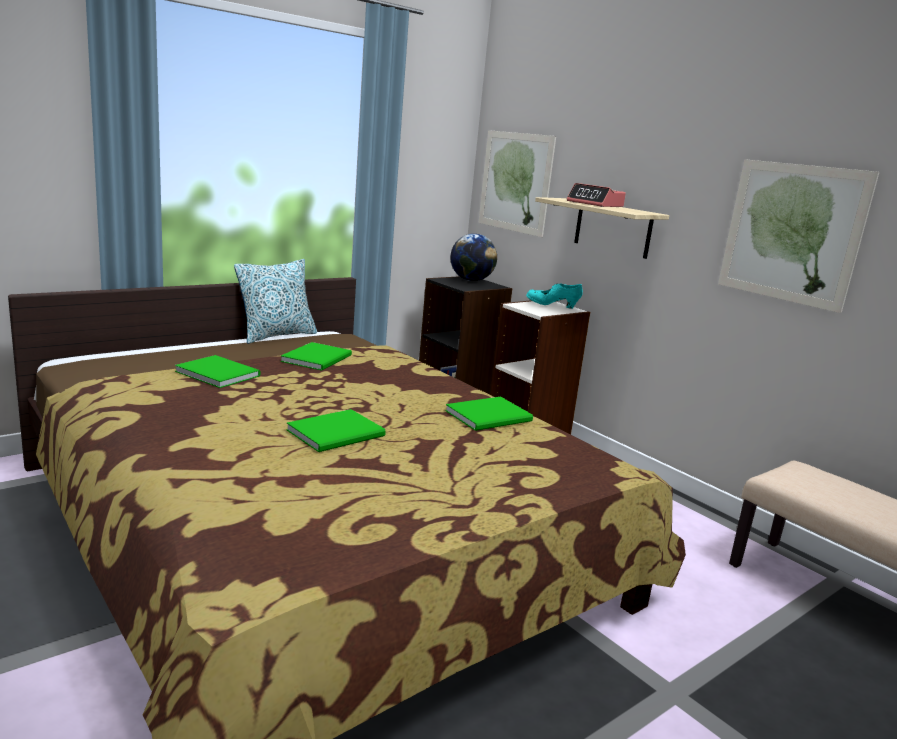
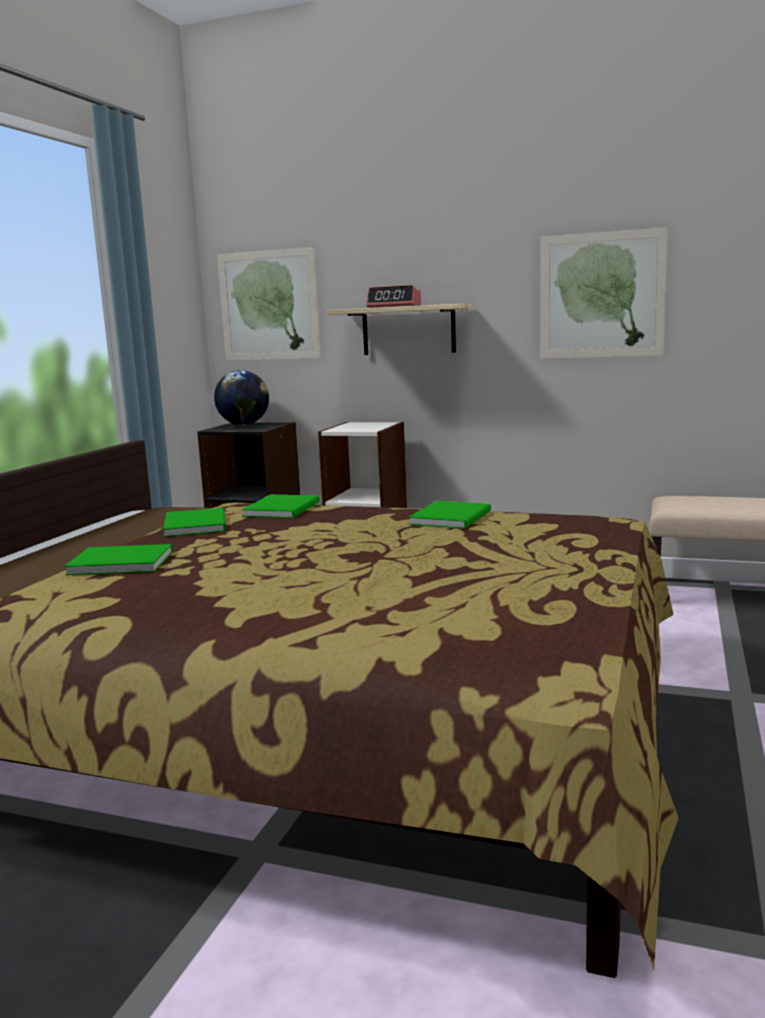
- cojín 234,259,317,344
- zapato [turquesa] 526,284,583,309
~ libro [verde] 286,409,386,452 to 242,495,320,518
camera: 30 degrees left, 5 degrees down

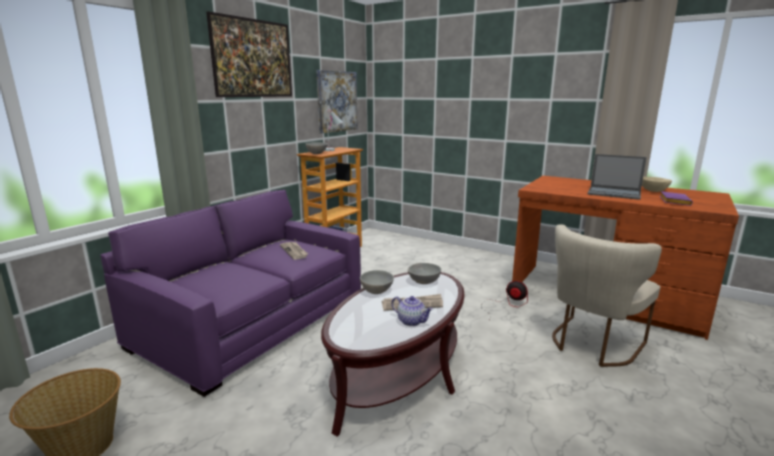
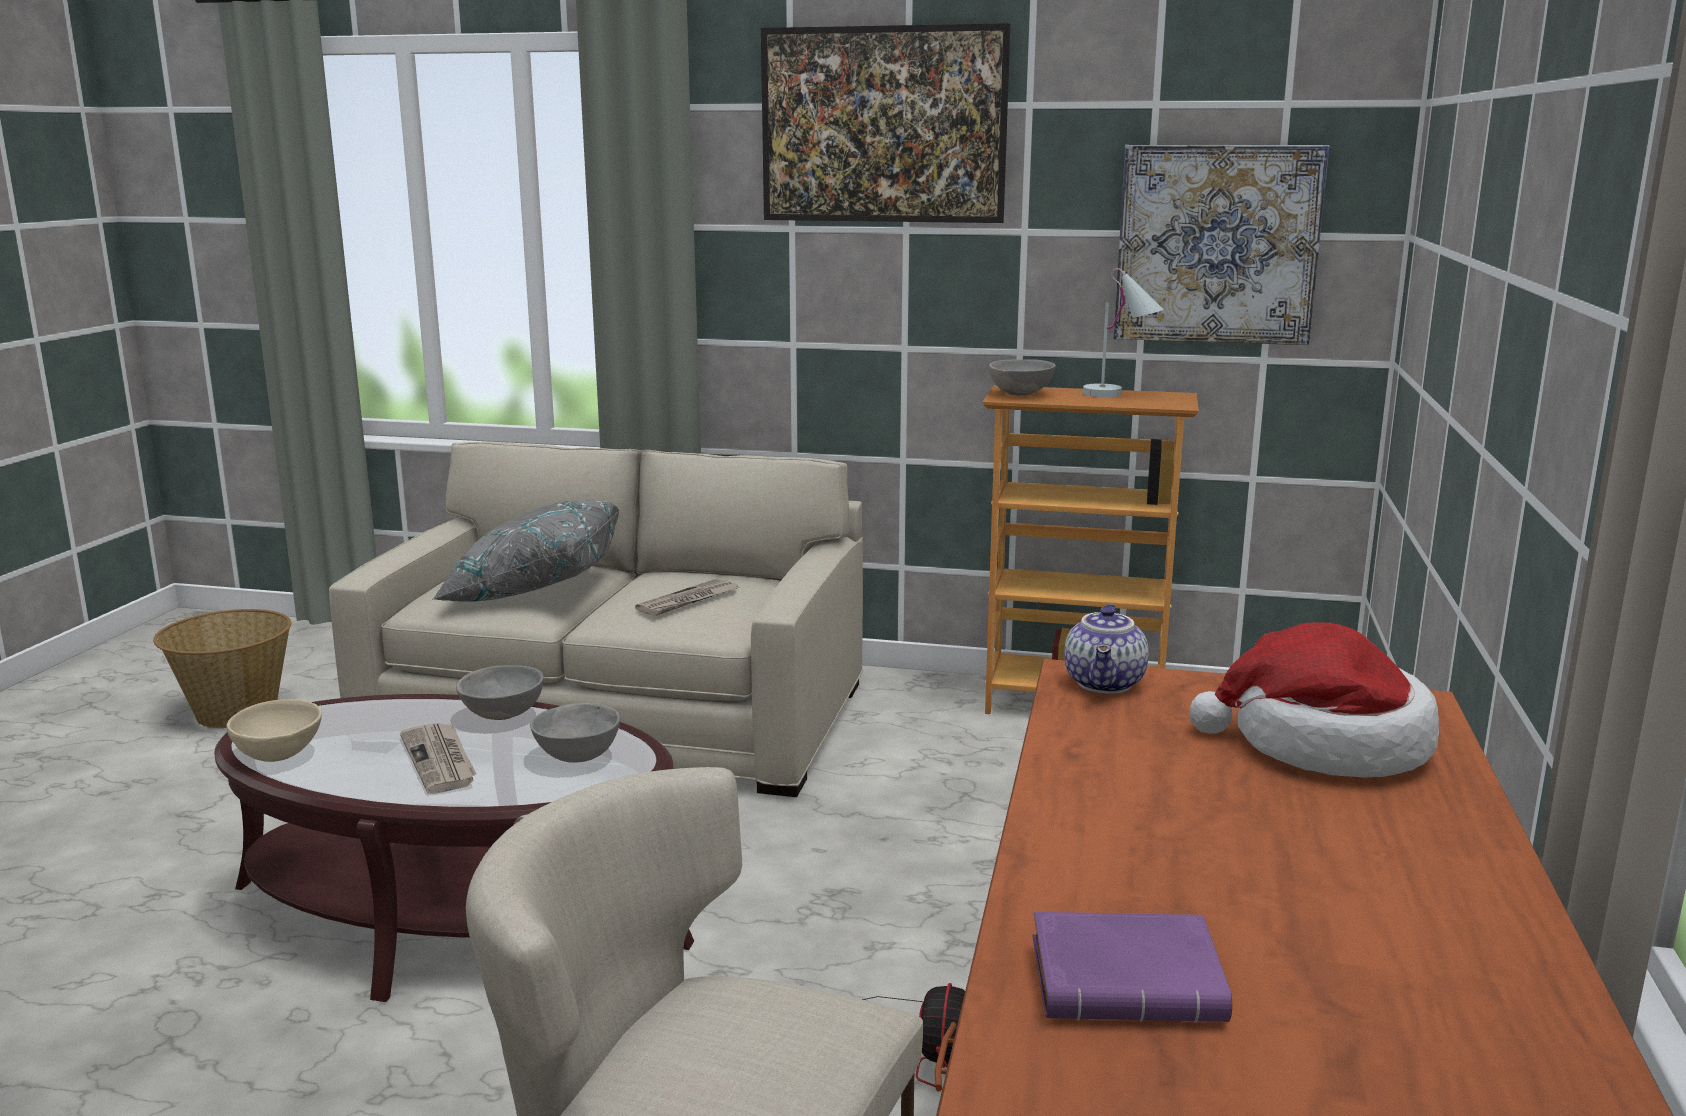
- portátil 587,154,647,200
~ cuenco [beis] 642,177,672,192 to 226,699,322,762
~ sofá [morado] 100,190,361,397 to sofá [beis] 329,441,864,797
~ tetera 391,296,433,326 to 1064,604,1149,694
+ cojín [gris] 432,500,620,602
+ sombrero 1189,622,1439,778
camera: 70 degrees right, 0 degrees up

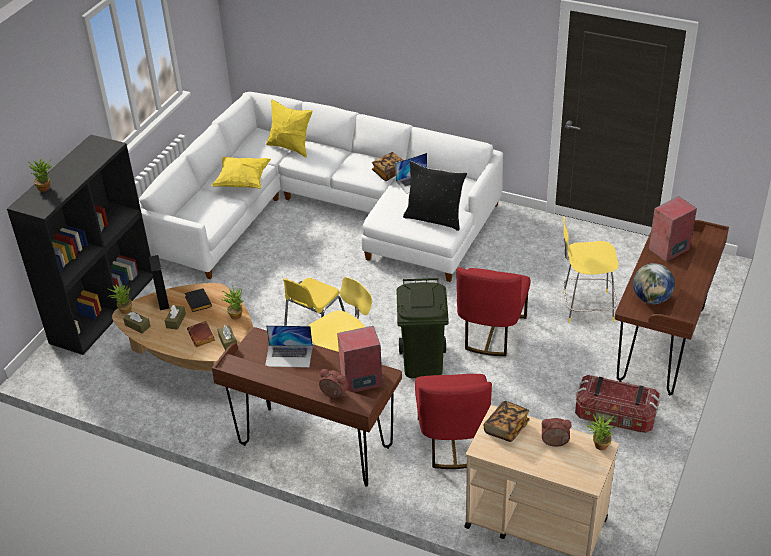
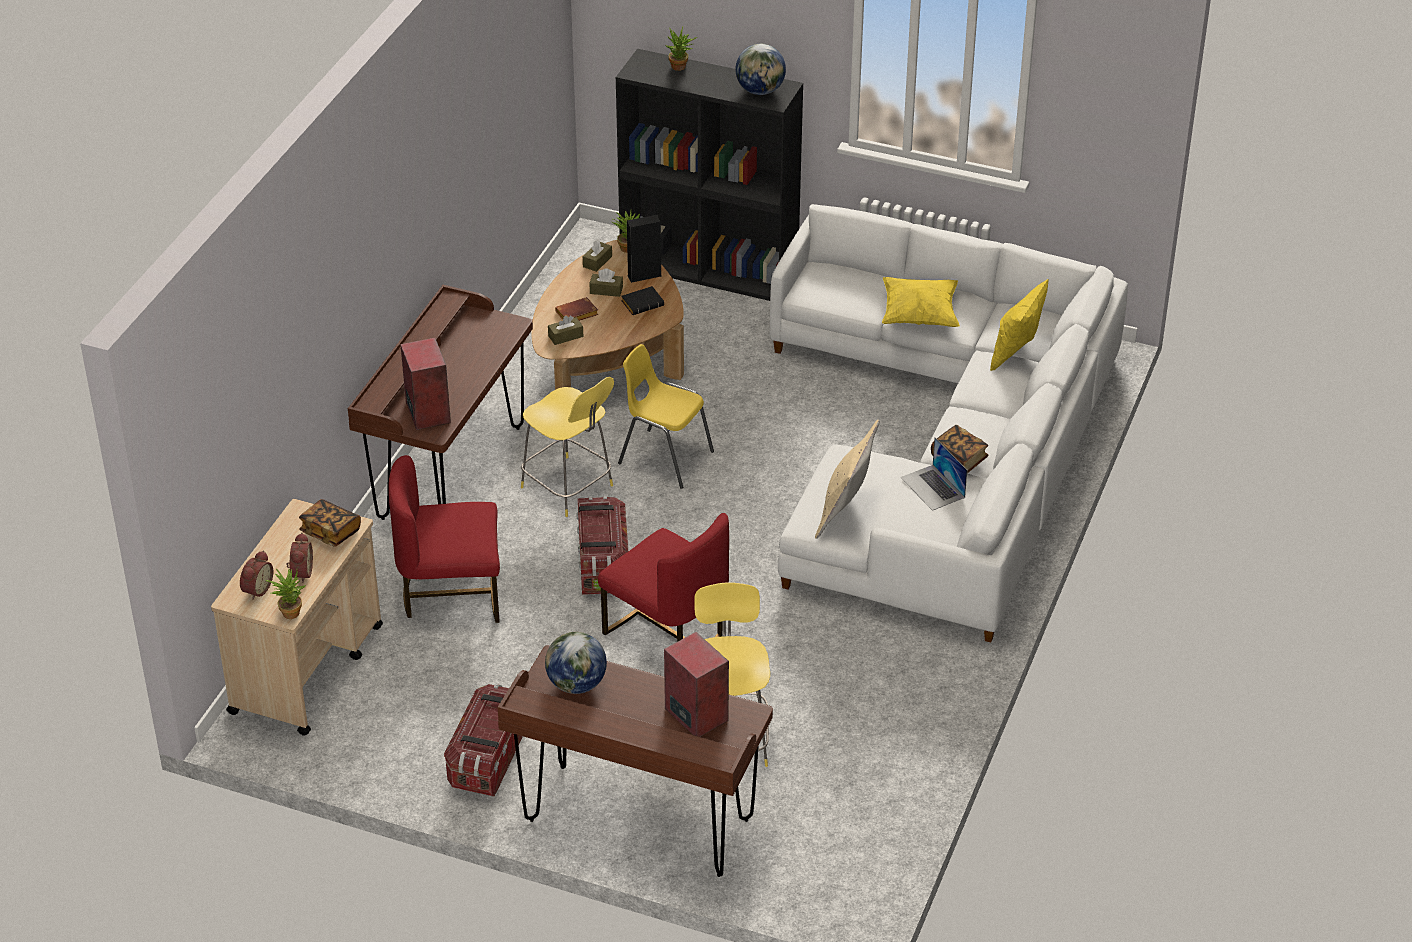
~ cojín [negro] 403,161,467,231 to cojín [beis] 815,420,880,539
~ silla [rojo] 457,267,530,356 = 598,513,729,642 150 degrees counterclockwise
~ papelera [verde] 397,278,449,378 to caja de almacenaje 576,496,628,595
- planta en maceta 221,288,244,320
- portátil 265,325,313,368
~ despertador 319,369,349,399 to 240,550,273,600
+ globo terráqueo 735,44,786,95
camera: 85 degrees right, 0 degrees up

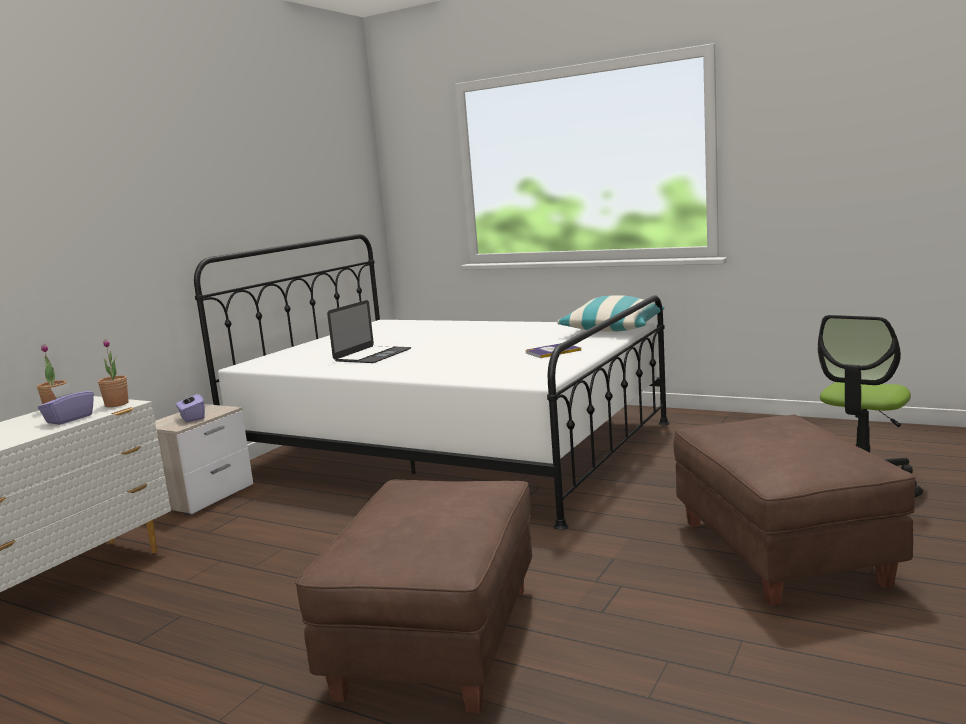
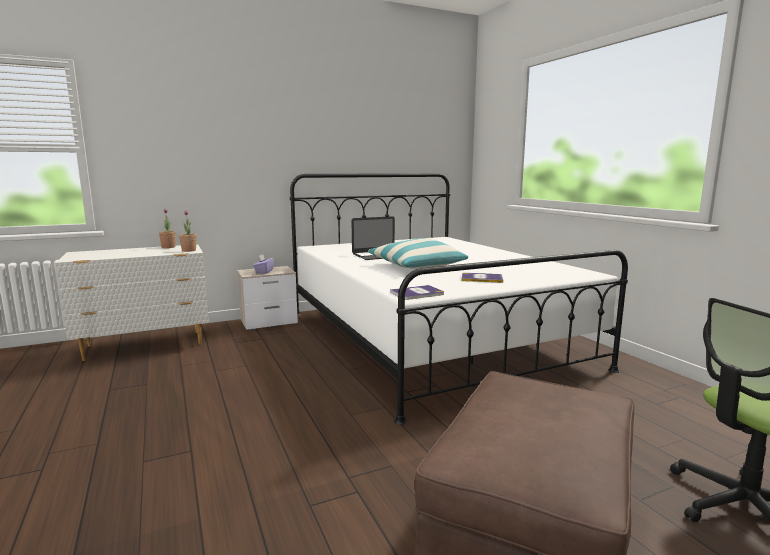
~ cojín 557,295,664,332 to 368,238,468,268
- caja de pañuelos [morado] 38,383,94,425
- puf [marrón] 295,479,532,713
+ libro 390,285,444,300
camera: 35 degrees right, 0 degrees up

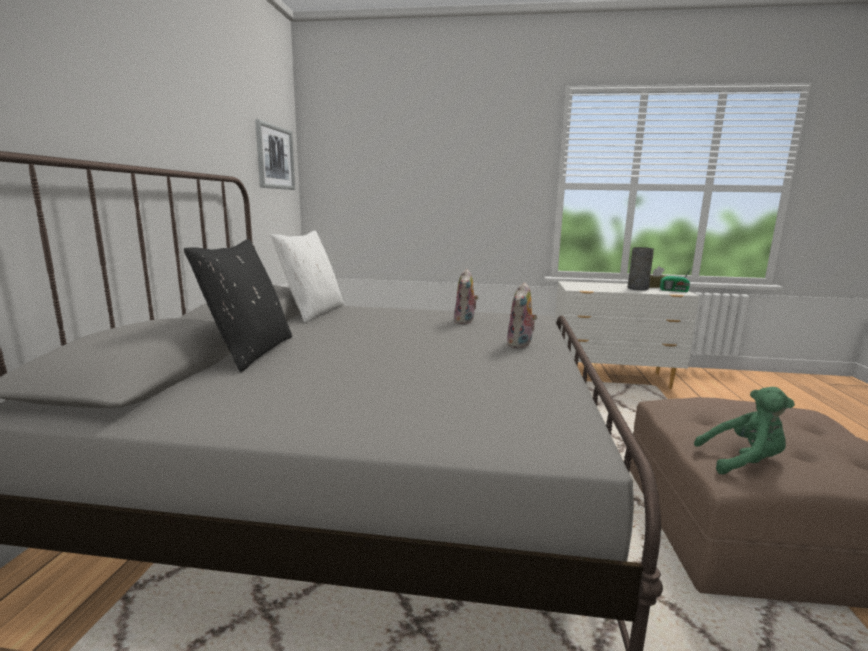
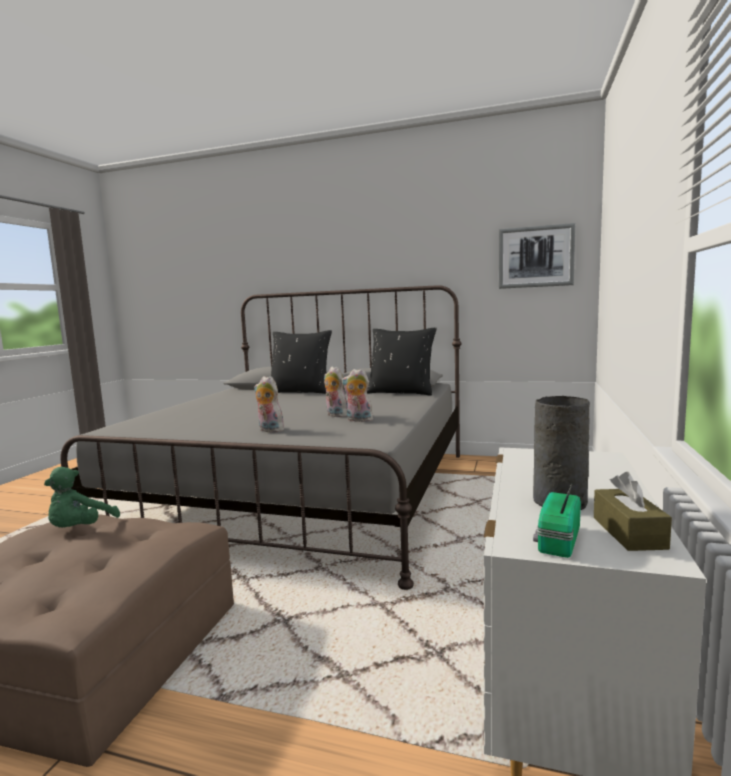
~ cojín [blanco] 271,231,344,323 to cojín [negro] 367,328,436,396
+ peluche 324,367,347,417
camera: 100 degrees right, 5 degrees down

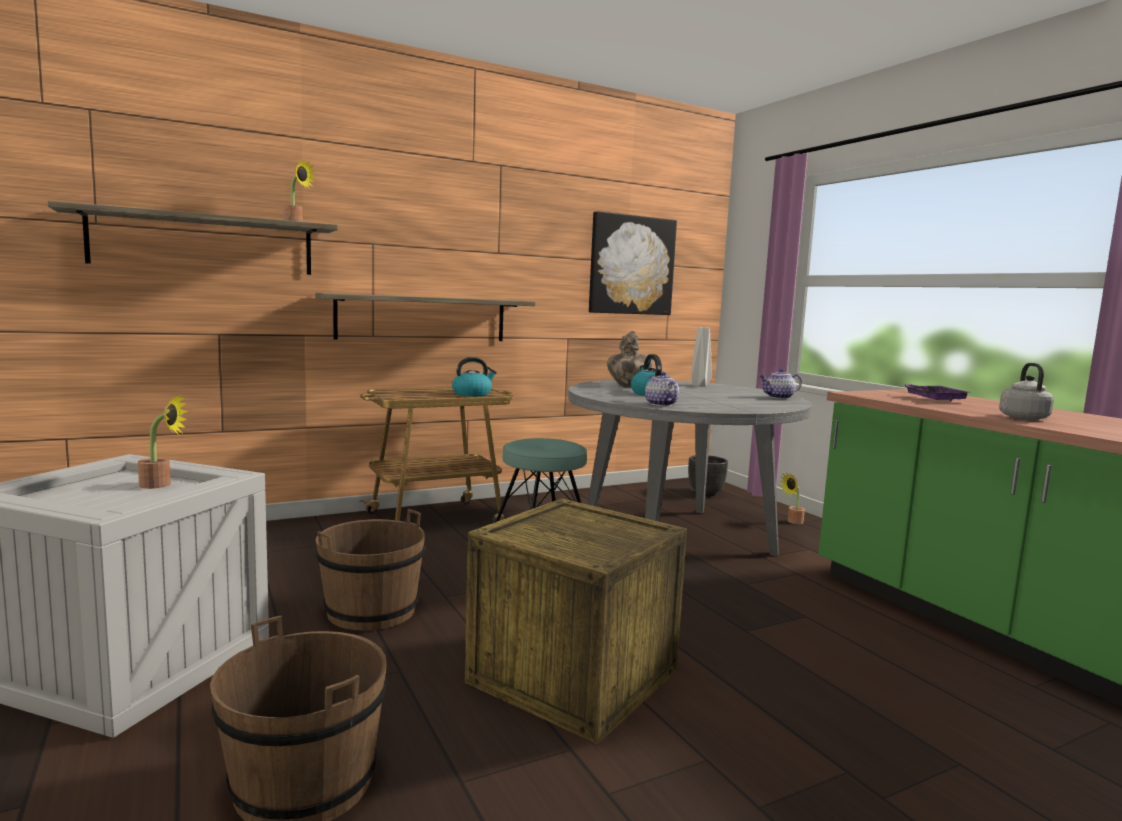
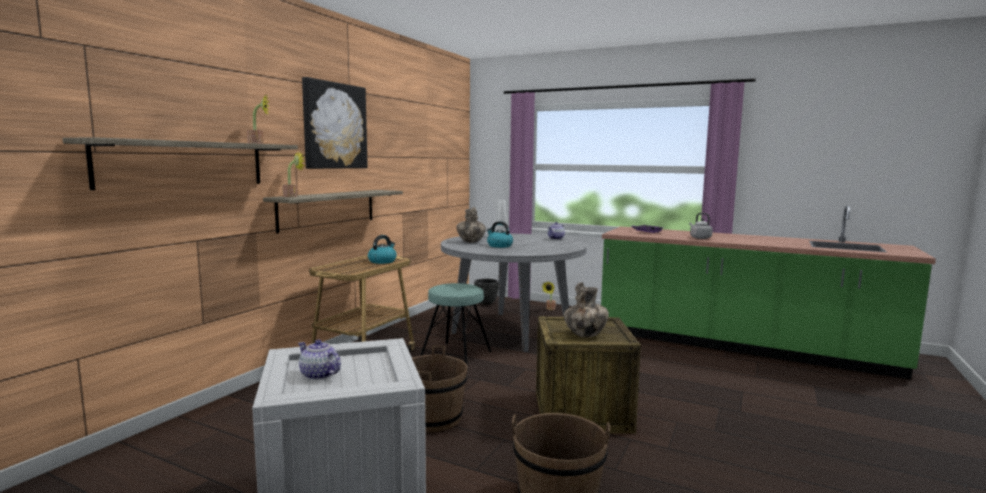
~ cuadro 589,211,677,315 to 302,77,368,169
~ tetera 645,372,679,406 to 298,340,341,380
~ planta en maceta 138,395,188,489 to 282,150,304,197
+ florero 564,282,609,338
camera: 35 degrees left, 0 degrees up

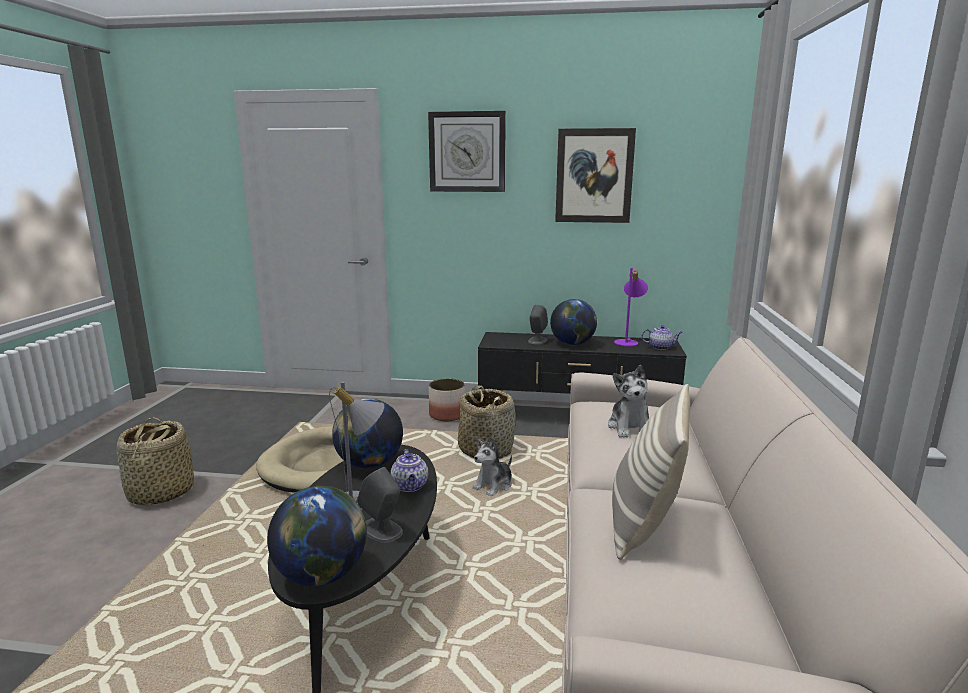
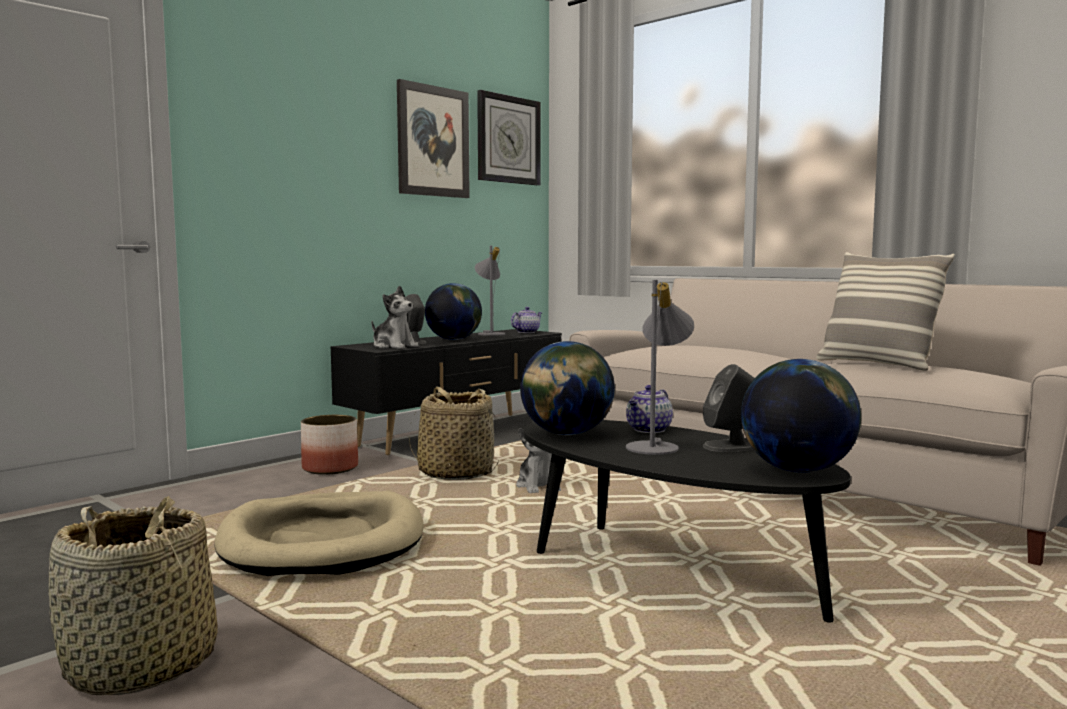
~ reloj de pared 428,111,506,192 to 477,90,541,185
~ lámpara de mesa [morado] 614,268,648,346 to lámpara de mesa [gris] 475,246,505,336
~ peluche 608,365,649,438 to 372,286,419,349
~ tetera 391,449,428,492 = 626,385,673,433 105 degrees clockwise
camera: 55 degrees left, 10 degrees down

